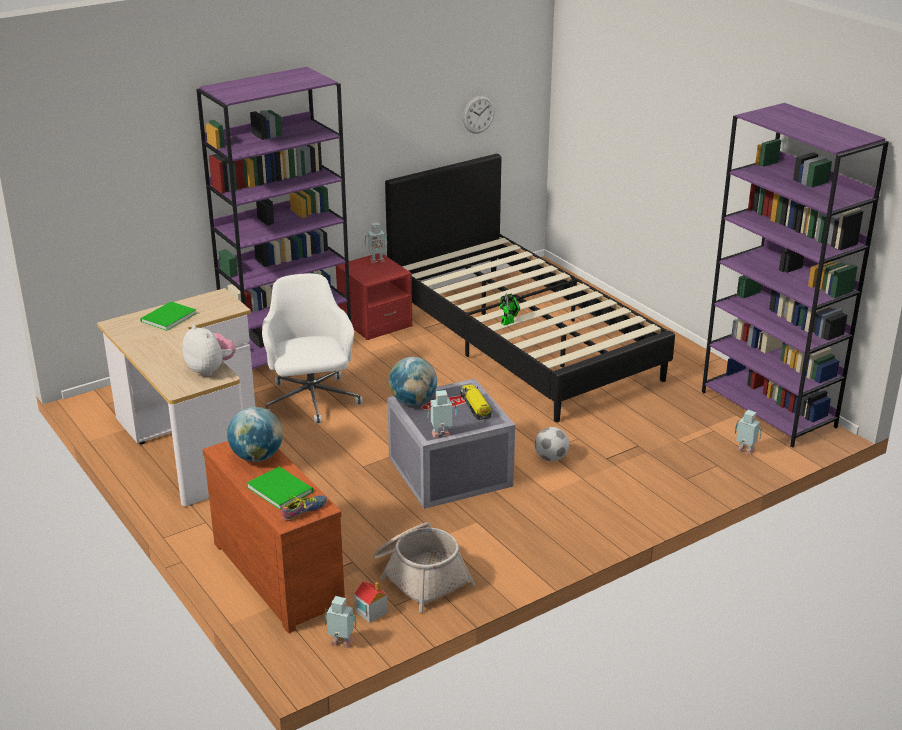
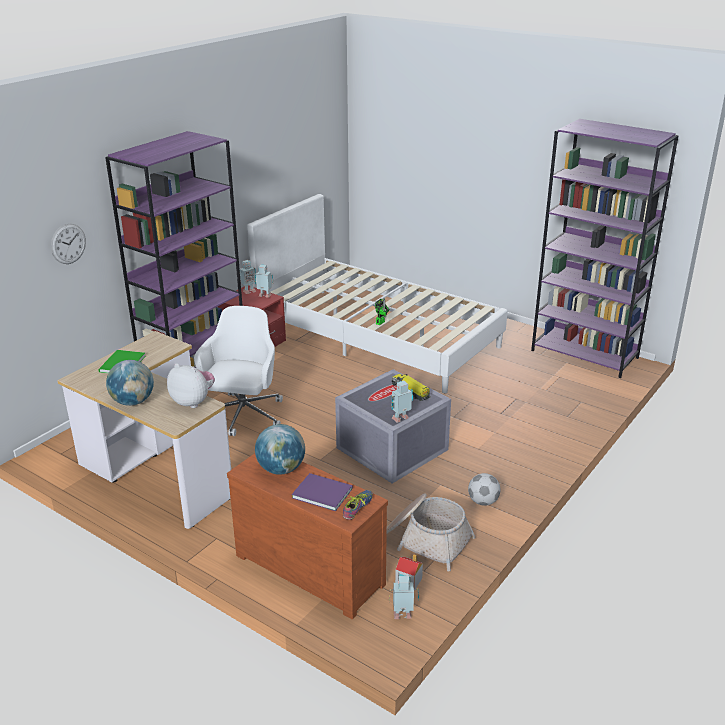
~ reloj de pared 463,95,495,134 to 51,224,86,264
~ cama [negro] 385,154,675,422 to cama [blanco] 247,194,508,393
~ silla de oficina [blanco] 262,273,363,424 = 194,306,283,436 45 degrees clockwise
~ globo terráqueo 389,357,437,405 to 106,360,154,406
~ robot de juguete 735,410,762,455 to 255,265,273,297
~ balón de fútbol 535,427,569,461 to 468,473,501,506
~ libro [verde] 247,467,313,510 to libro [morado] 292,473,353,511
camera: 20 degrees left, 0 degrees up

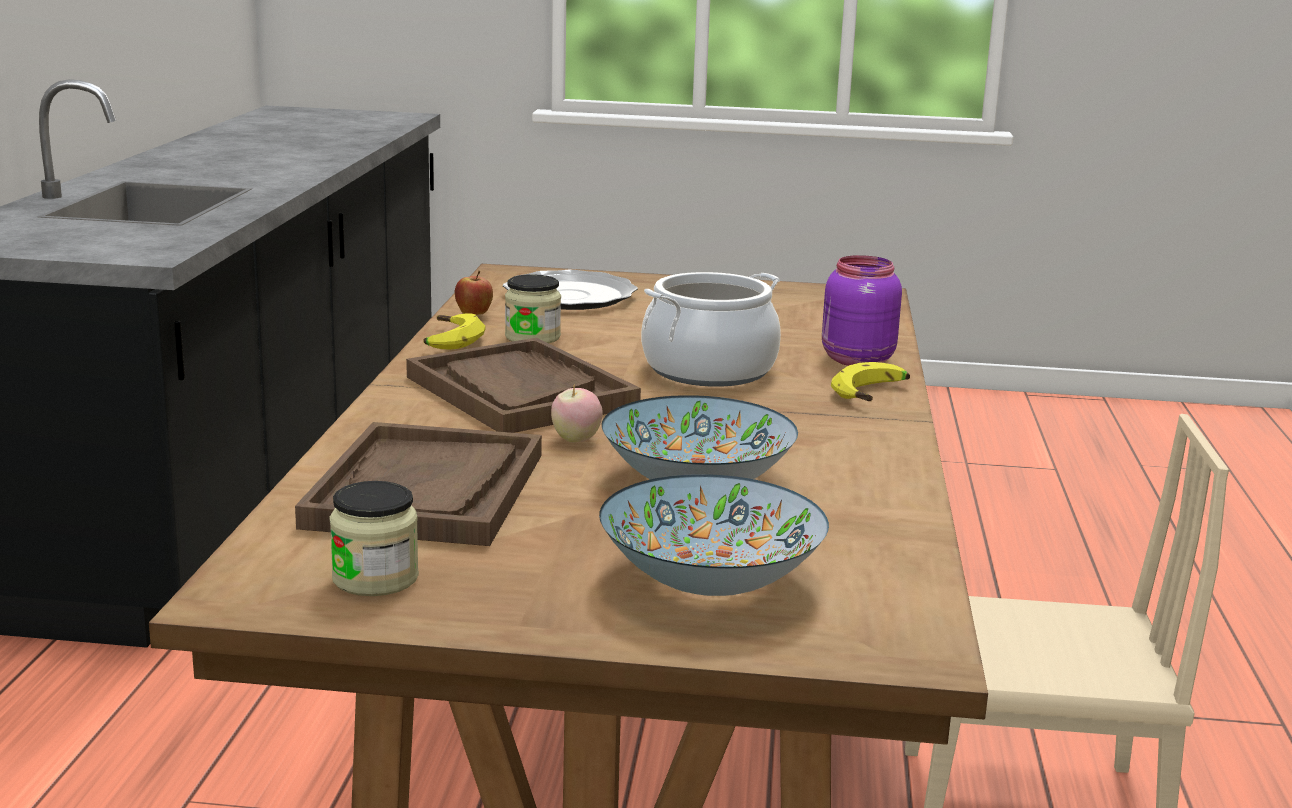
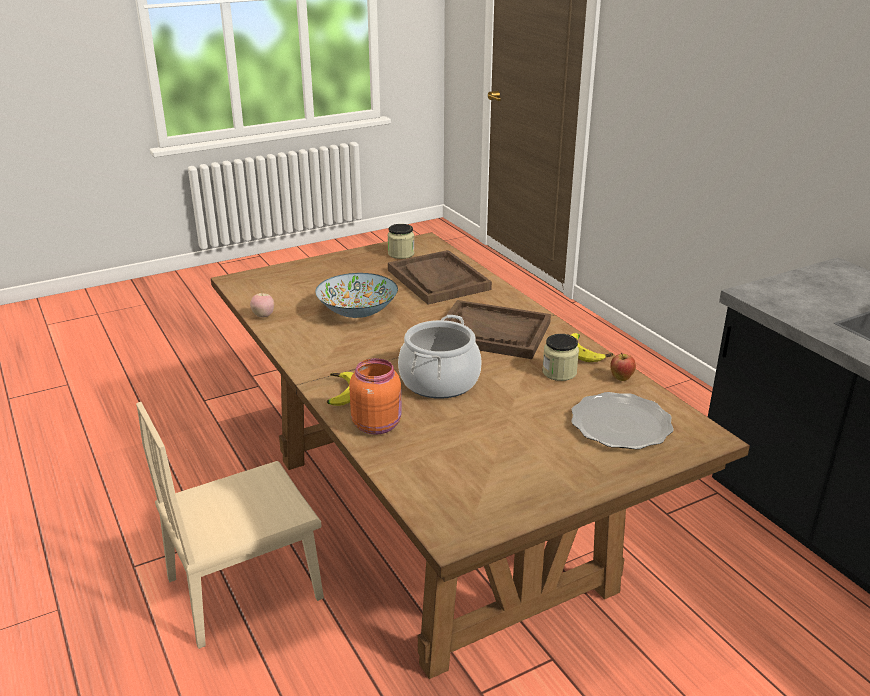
~ tarro [morado] 822,255,902,366 to tarro [naranja] 349,358,402,435
~ manzana 551,384,603,443 to 250,293,274,318
- cuenco 599,474,829,596
camera: 145 degrees right, 10 degrees up

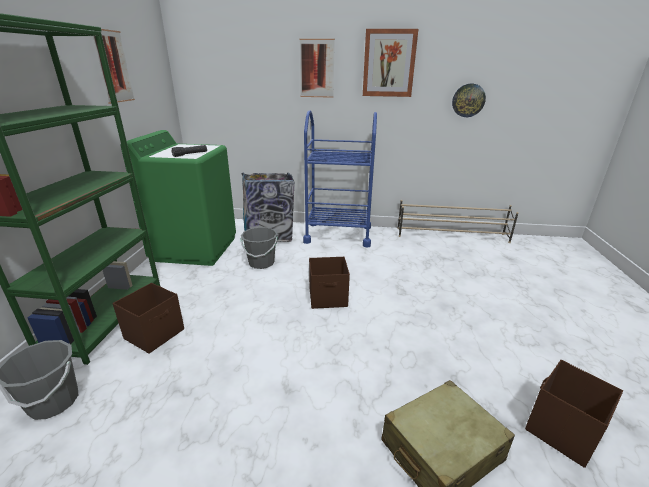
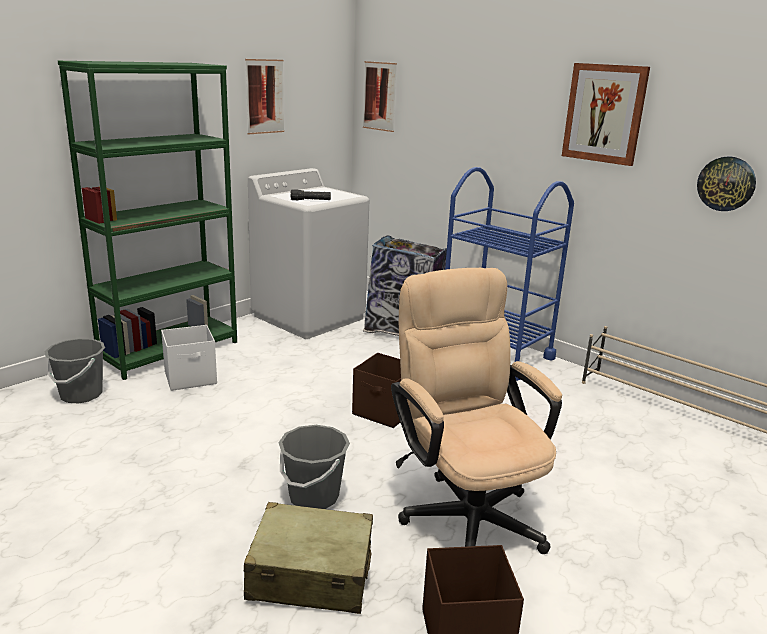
~ cuadro 299,39,335,98 to 363,61,397,132
~ lavadora [verde] 121,130,236,266 to lavadora [blanco] 248,168,369,339
~ cubo [gris] 240,227,278,269 to 278,425,350,509
~ caja de almacenaje [marrón] 112,283,184,354 to caja de almacenaje [blanco] 161,325,217,391
+ silla de oficina [beis] 391,268,562,554
camera: 35 degrees right, 5 degrees down

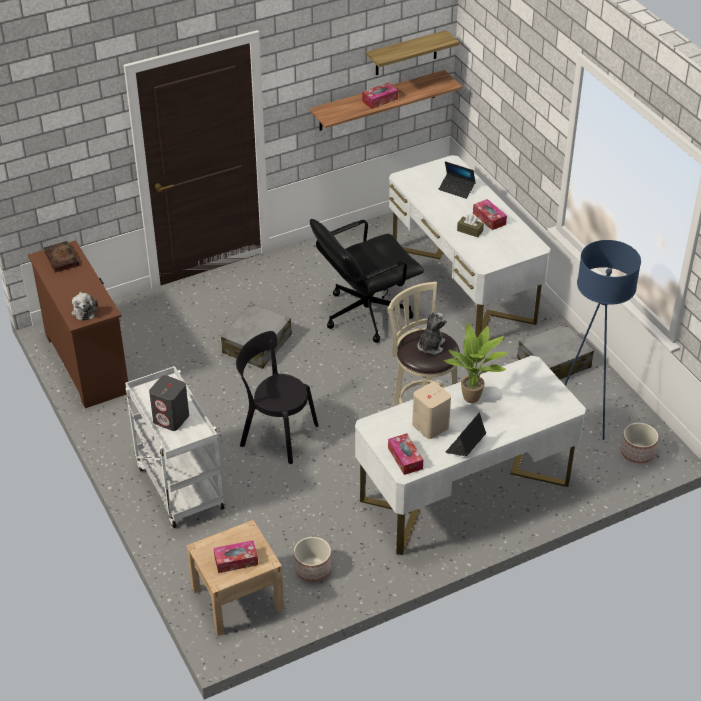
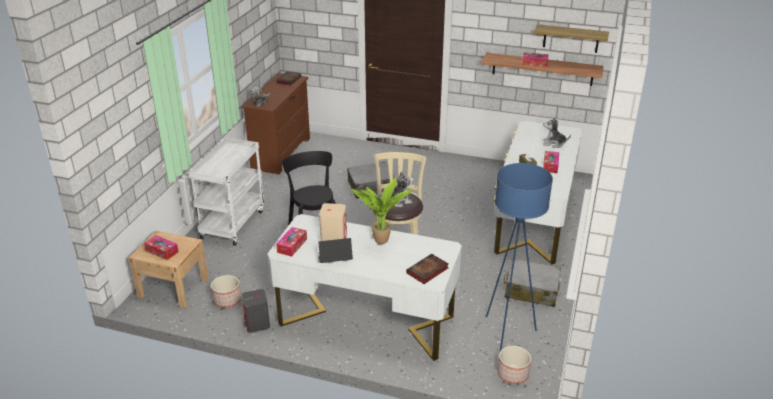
~ portátil 438,161,476,199 to peluche 543,117,571,148
- silla de oficina [negro] 310,219,424,343
~ altavoz [gris] 149,375,189,431 to 242,289,270,333
+ libro 406,254,448,284
camera: 45 degrees right, 10 degrees down

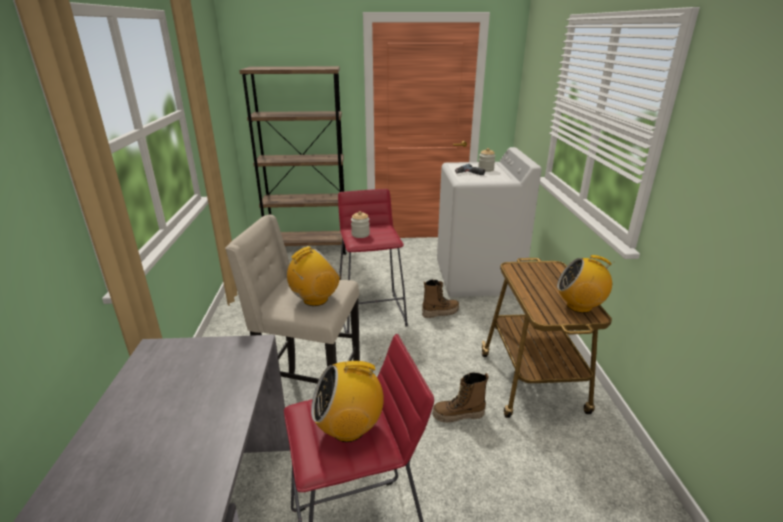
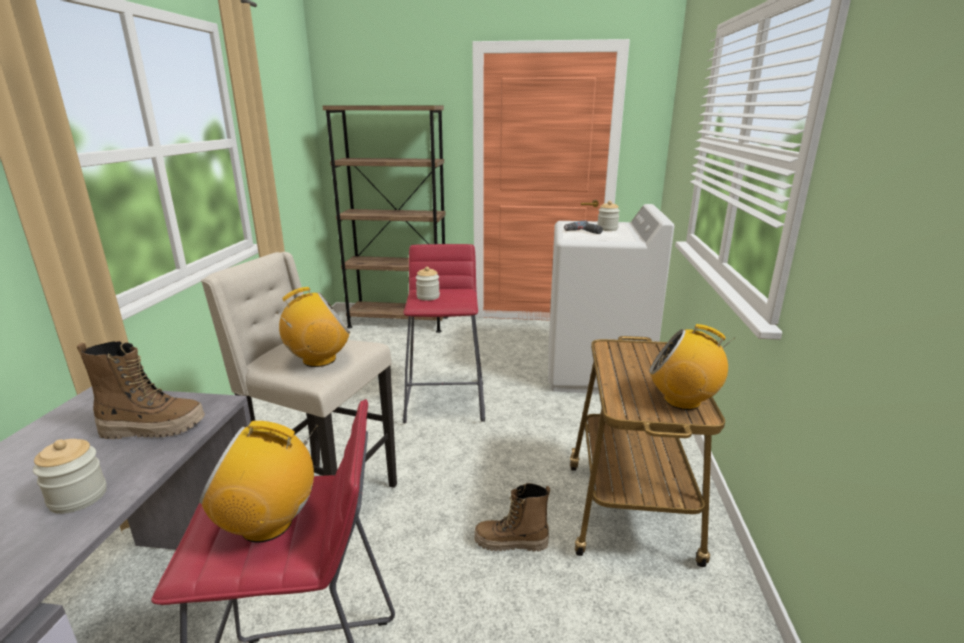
~ bota 422,279,459,318 to 77,341,205,439
+ tarro 33,439,107,514
camera: 10 degrees right, 5 degrees down

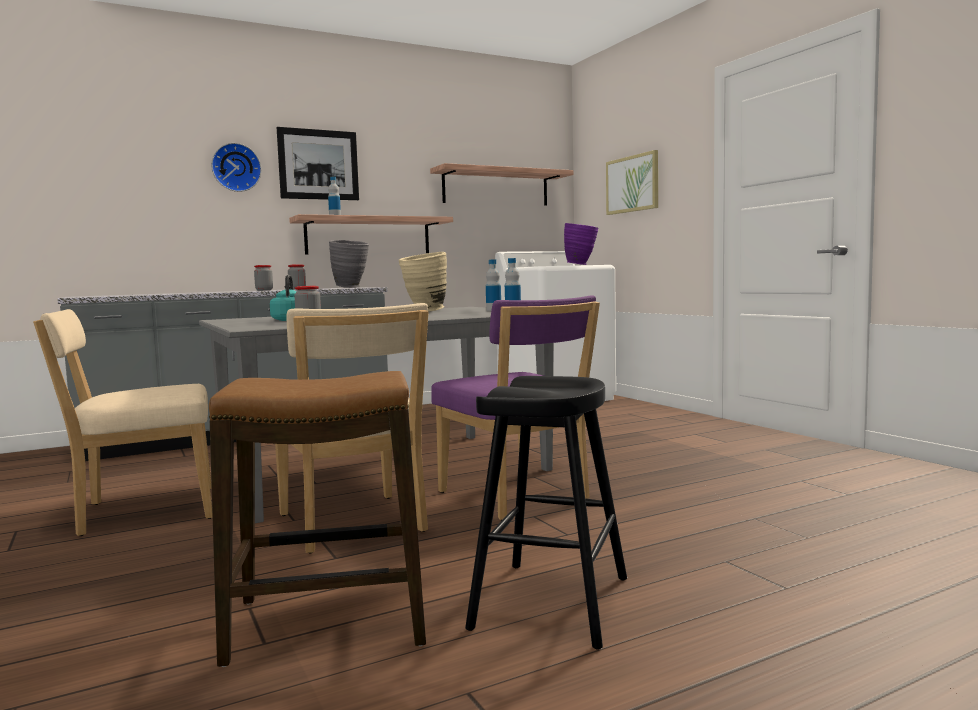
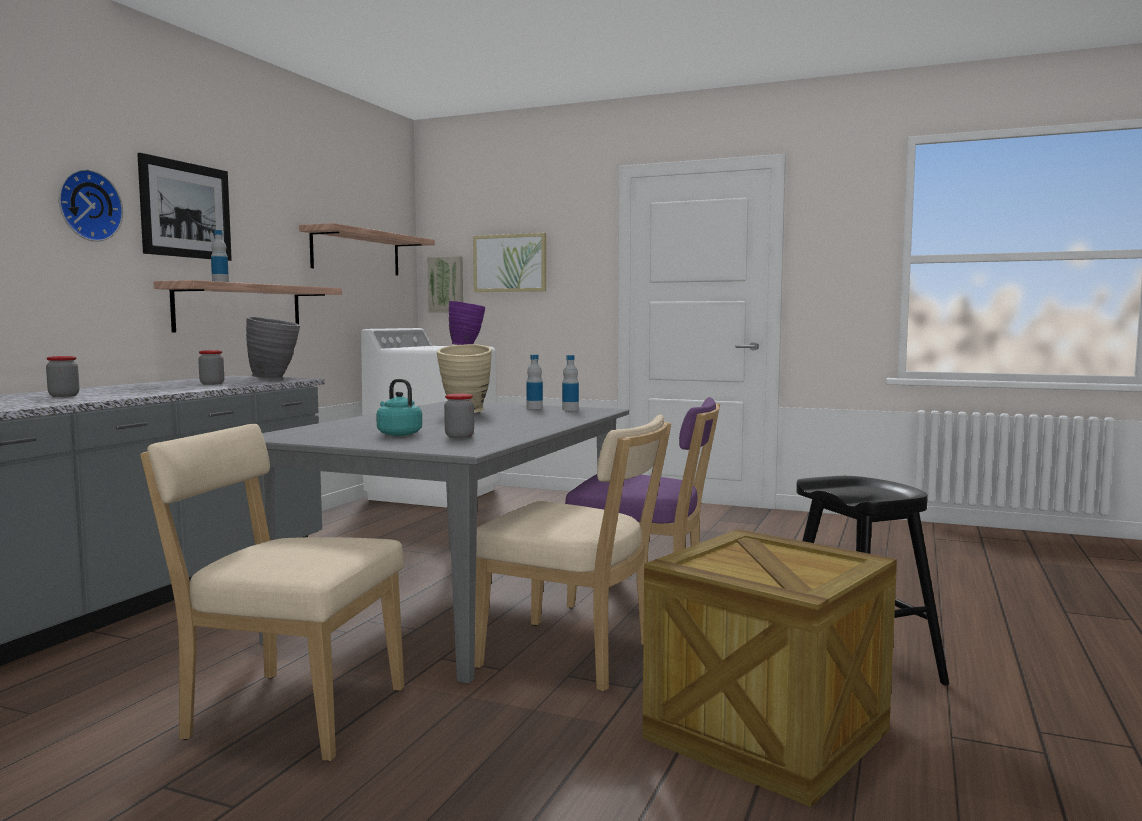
~ tarro 254,265,273,291 to 46,356,79,397
~ silla [beis] 33,309,213,536 = 140,424,404,761 75 degrees clockwise
~ taburete 209,371,426,667 to caja de embalaje 642,529,897,807
+ cuadro 428,256,463,313
camera: 40 degrees left, 0 degrees up

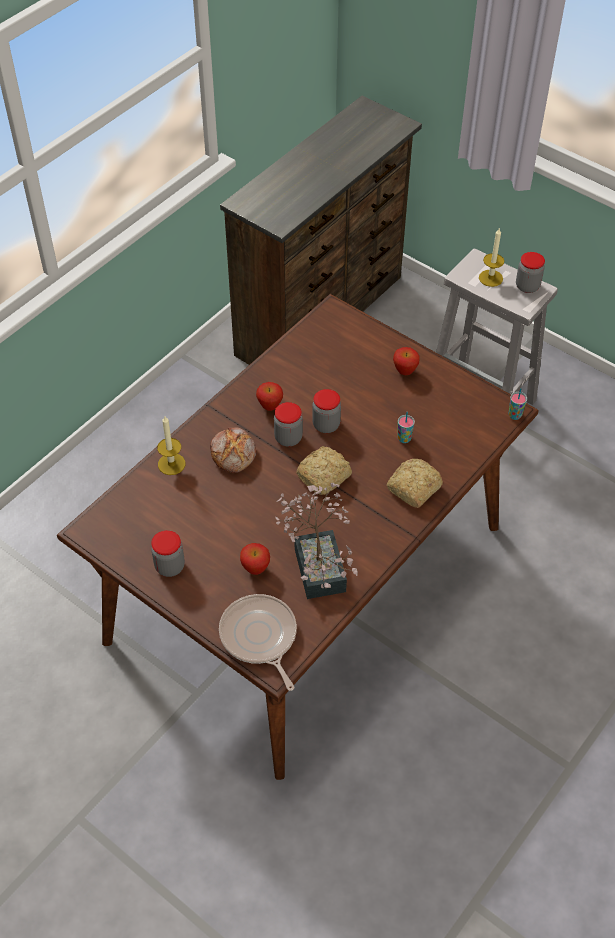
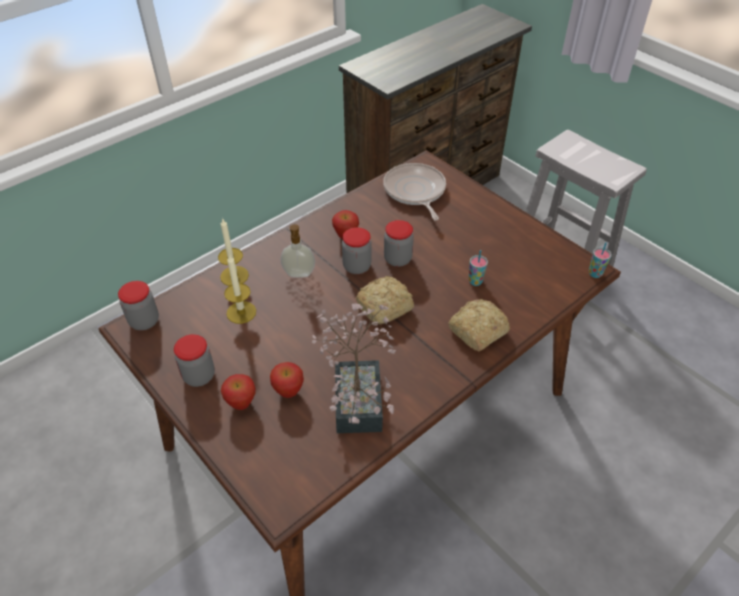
~ vela 479,229,504,287 to 224,254,256,324
~ tarro 516,252,545,293 to 118,281,159,330
~ manzana 393,347,420,375 to 221,374,256,410
~ pan 210,428,256,473 to dispensador de jabón 281,224,315,278
~ sartén 219,594,297,691 to 383,163,446,220
camera: 10 degrees right, 5 degrees down

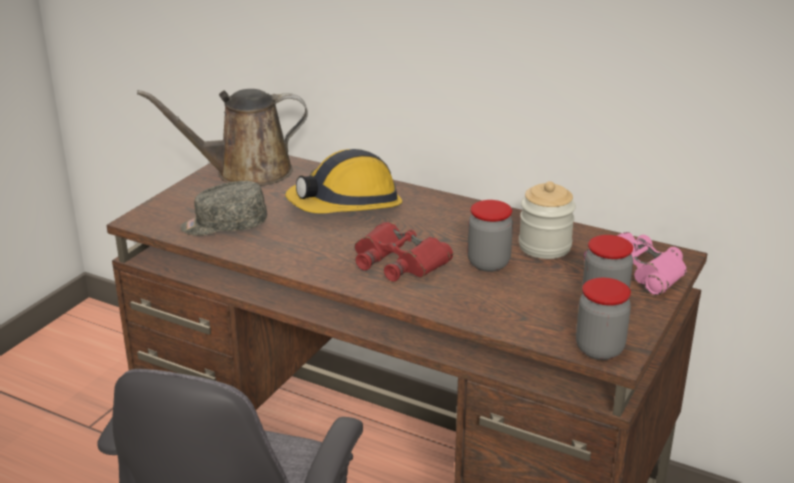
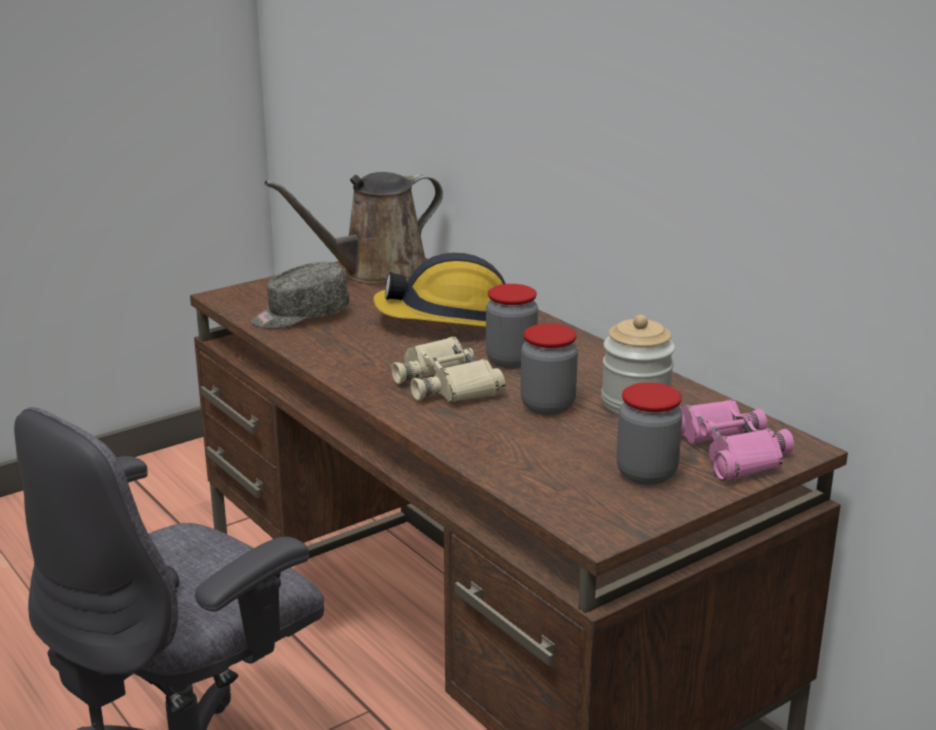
~ regadera [marrón] 137,89,308,186 = 265,172,443,284 45 degrees counterclockwise
~ gorra [gris] 180,181,267,236 = 251,262,349,329 45 degrees counterclockwise
~ prismáticos [rojo] 355,222,453,282 to prismáticos [beis] 392,336,506,402
~ tarro 576,278,631,360 to 486,284,538,368
camera: 25 degrees right, 5 degrees down

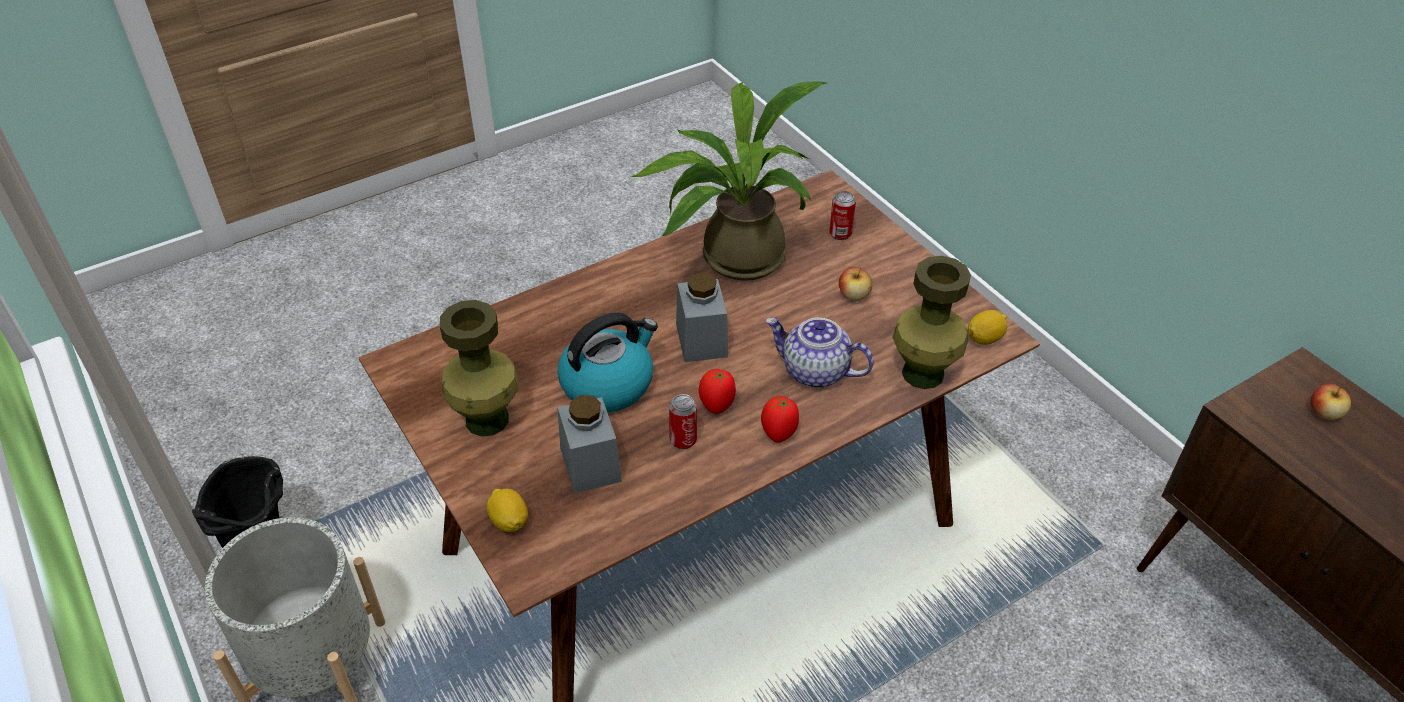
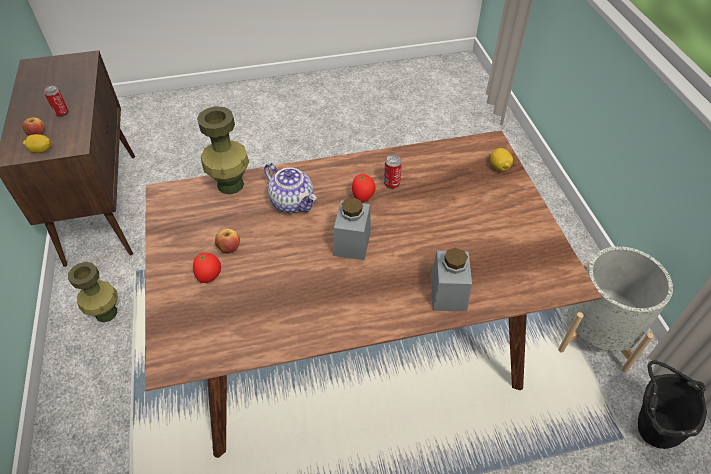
- planta en maceta 630,81,826,281
~ lata 829,191,856,240 to 44,86,69,117
~ florero [verde] 440,300,519,437 to 68,262,118,322
~ limón 968,310,1007,345 to 23,134,51,153
- hervidor 557,312,658,413
~ tarro [gris] 557,395,622,493 to 431,248,472,312
~ tomate 761,396,799,443 to 193,252,221,283
camera: 160 degrees left, 5 degrees up

